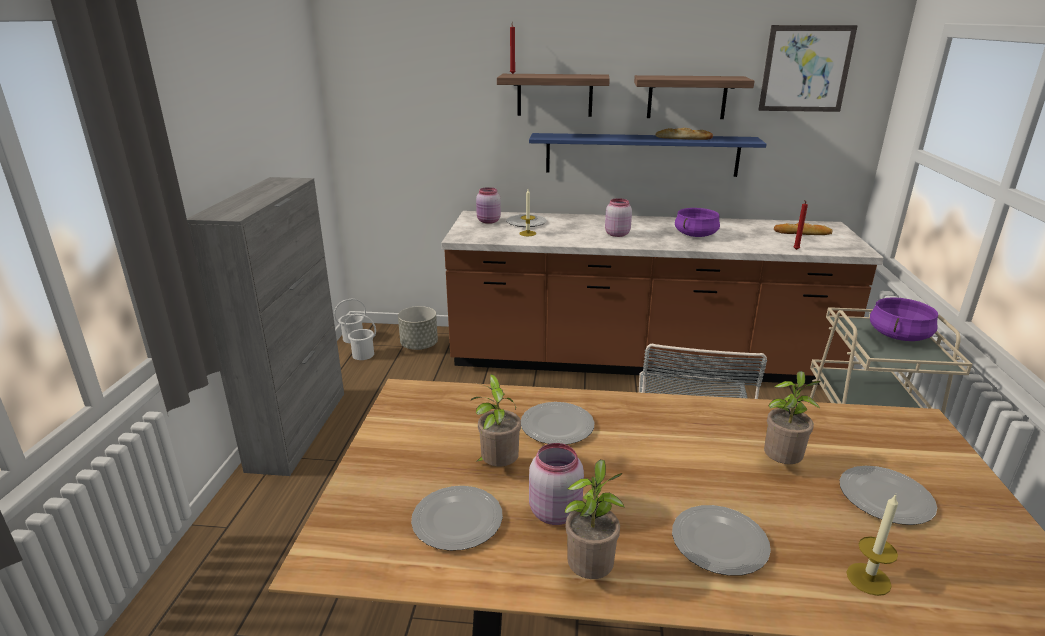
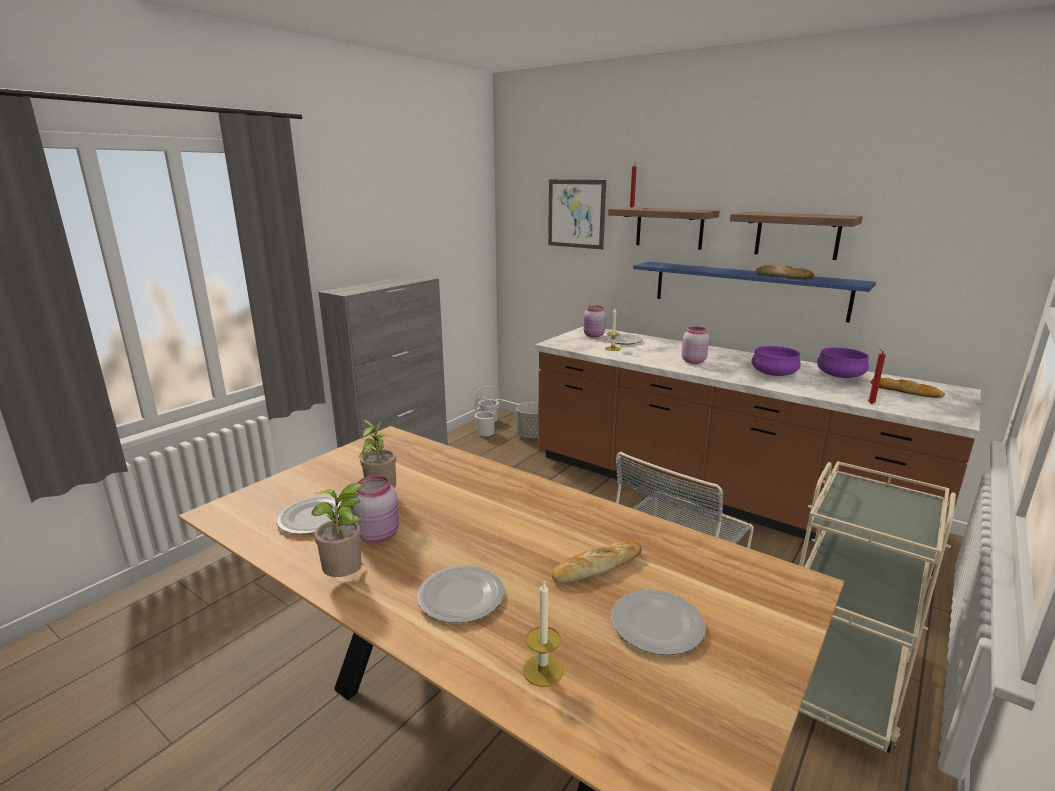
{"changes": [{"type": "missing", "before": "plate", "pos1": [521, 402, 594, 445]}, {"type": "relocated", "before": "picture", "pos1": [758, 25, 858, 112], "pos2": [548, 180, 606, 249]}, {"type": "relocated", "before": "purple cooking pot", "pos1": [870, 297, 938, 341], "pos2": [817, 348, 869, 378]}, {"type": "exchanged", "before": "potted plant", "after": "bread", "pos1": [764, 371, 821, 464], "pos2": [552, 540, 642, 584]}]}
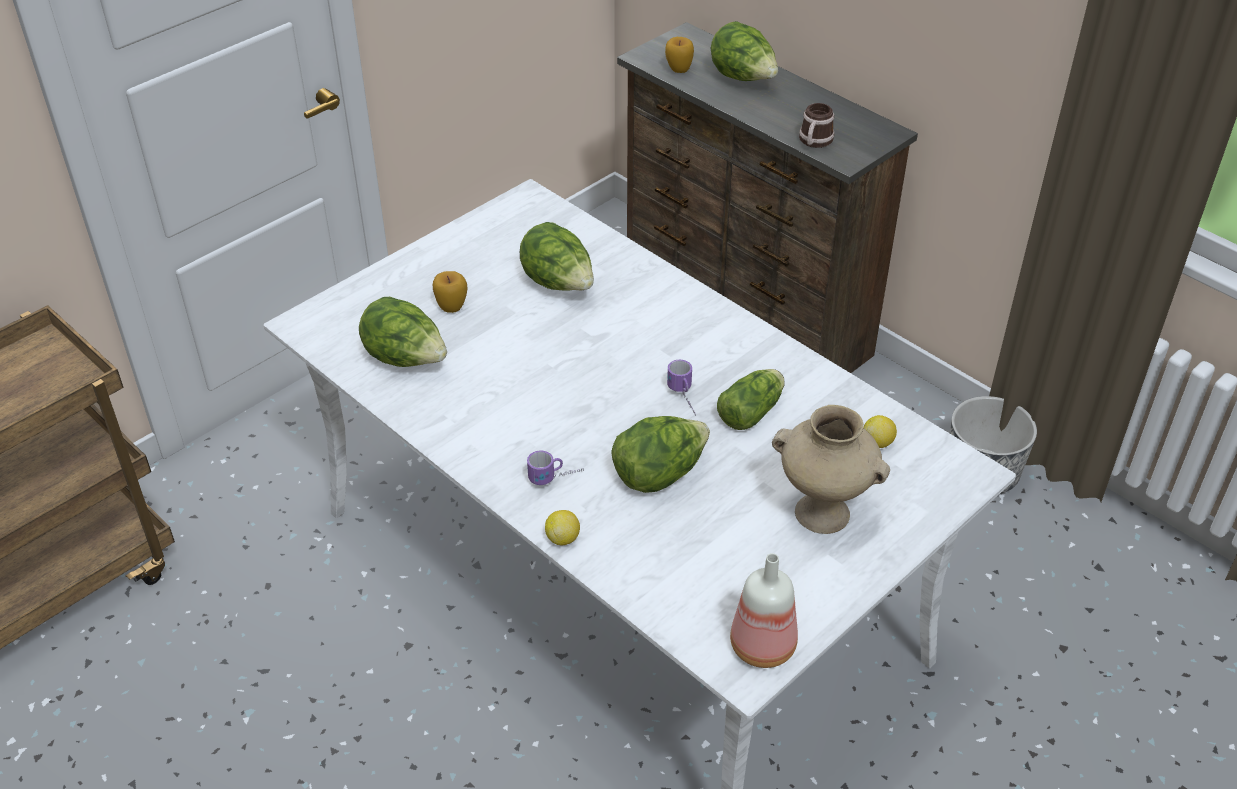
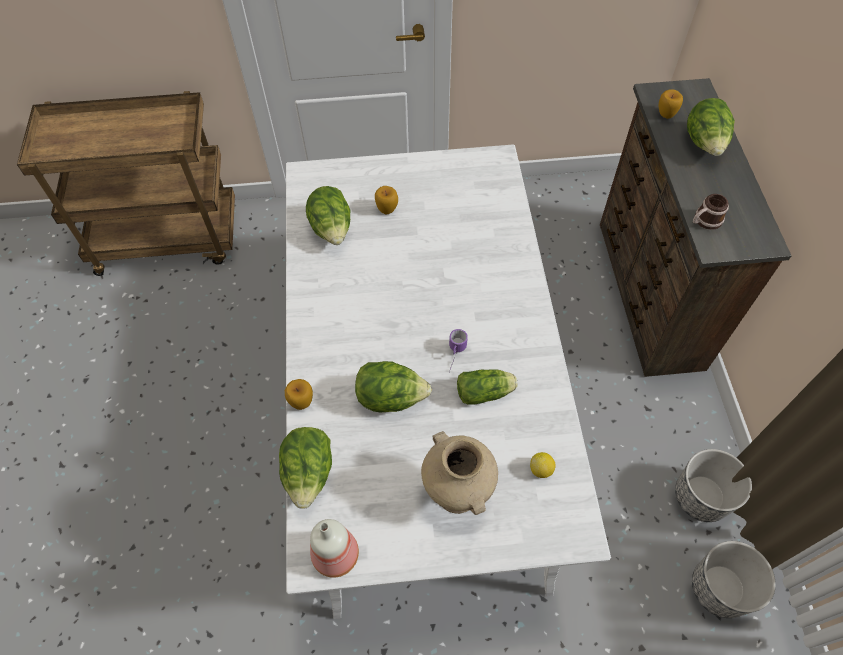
{"changes": [{"type": "missing", "before": "mug", "pos1": [527, 450, 584, 485]}, {"type": "appeared", "after": "planter", "pos2": [692, 541, 776, 618]}, {"type": "relocated", "before": "lettuce", "pos1": [520, 222, 594, 290], "pos2": [279, 427, 332, 509]}, {"type": "exchanged", "before": "lemon", "after": "apple", "pos1": [545, 510, 580, 546], "pos2": [285, 379, 313, 410]}]}
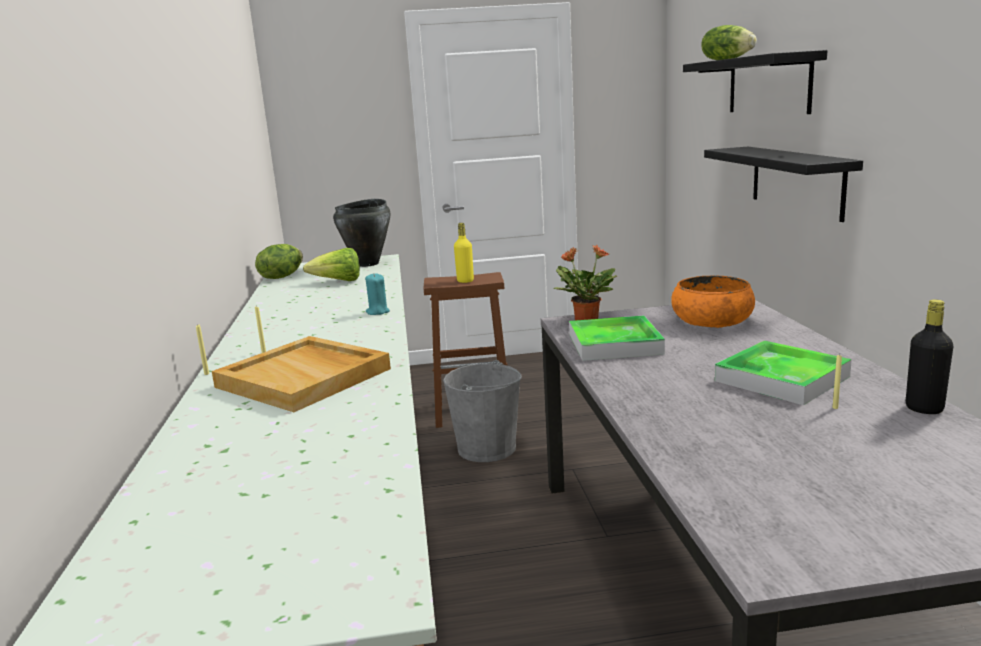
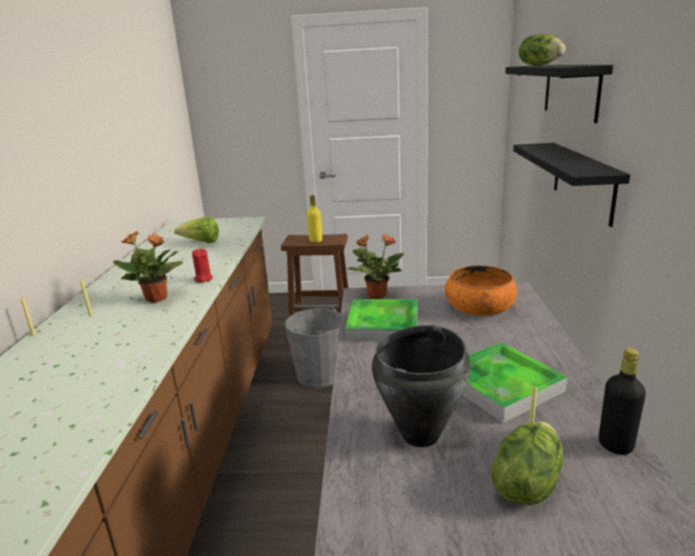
{"changes": [{"type": "missing", "before": "beige tray", "pos1": [212, 336, 391, 412]}, {"type": "appeared", "after": "potted plant", "pos2": [113, 231, 183, 303]}, {"type": "relocated", "before": "lettuce", "pos1": [255, 244, 303, 279], "pos2": [491, 421, 563, 505]}, {"type": "relocated", "before": "black cooking pot", "pos1": [333, 199, 391, 267], "pos2": [372, 325, 471, 447]}, {"type": "colour", "before": "turquoise candle", "after": "red candle", "pos1": [365, 273, 390, 315], "pos2": [192, 249, 213, 282]}]}
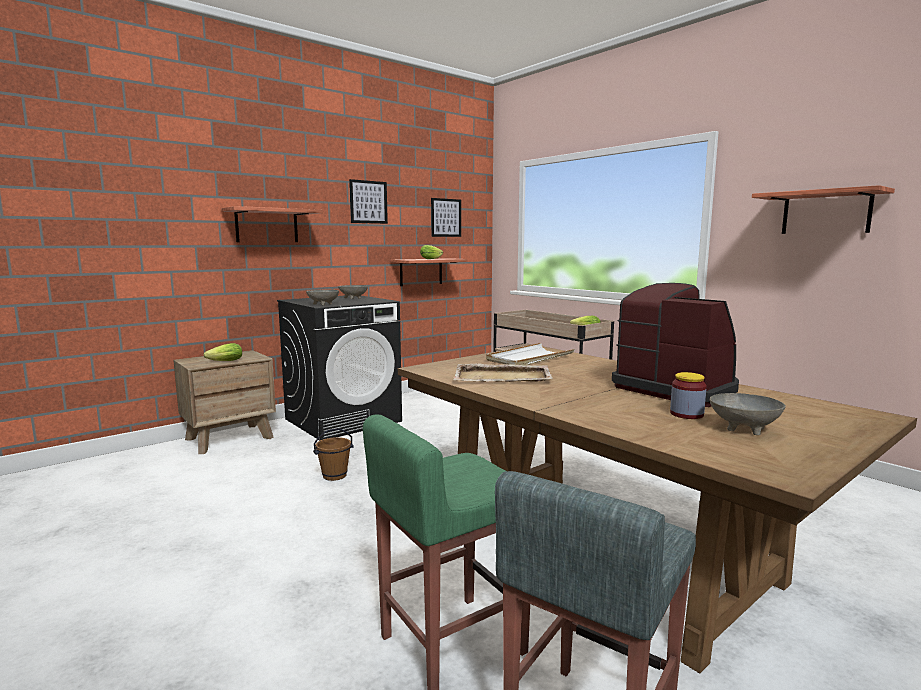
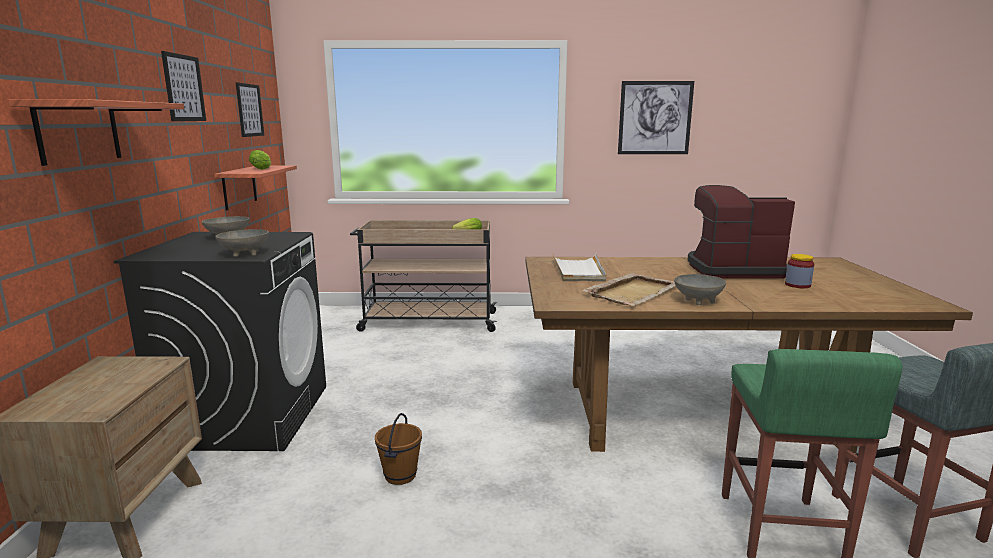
{"changes": [{"type": "missing", "before": "lettuce", "pos1": [204, 343, 242, 361]}, {"type": "relocated", "before": "grey bowl", "pos1": [710, 393, 786, 435], "pos2": [674, 274, 727, 305]}, {"type": "exchanged", "before": "shelf", "after": "picture", "pos1": [752, 185, 895, 234], "pos2": [618, 81, 694, 154]}]}
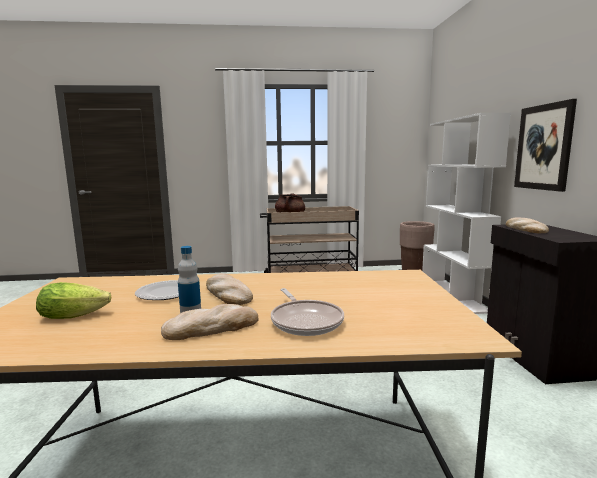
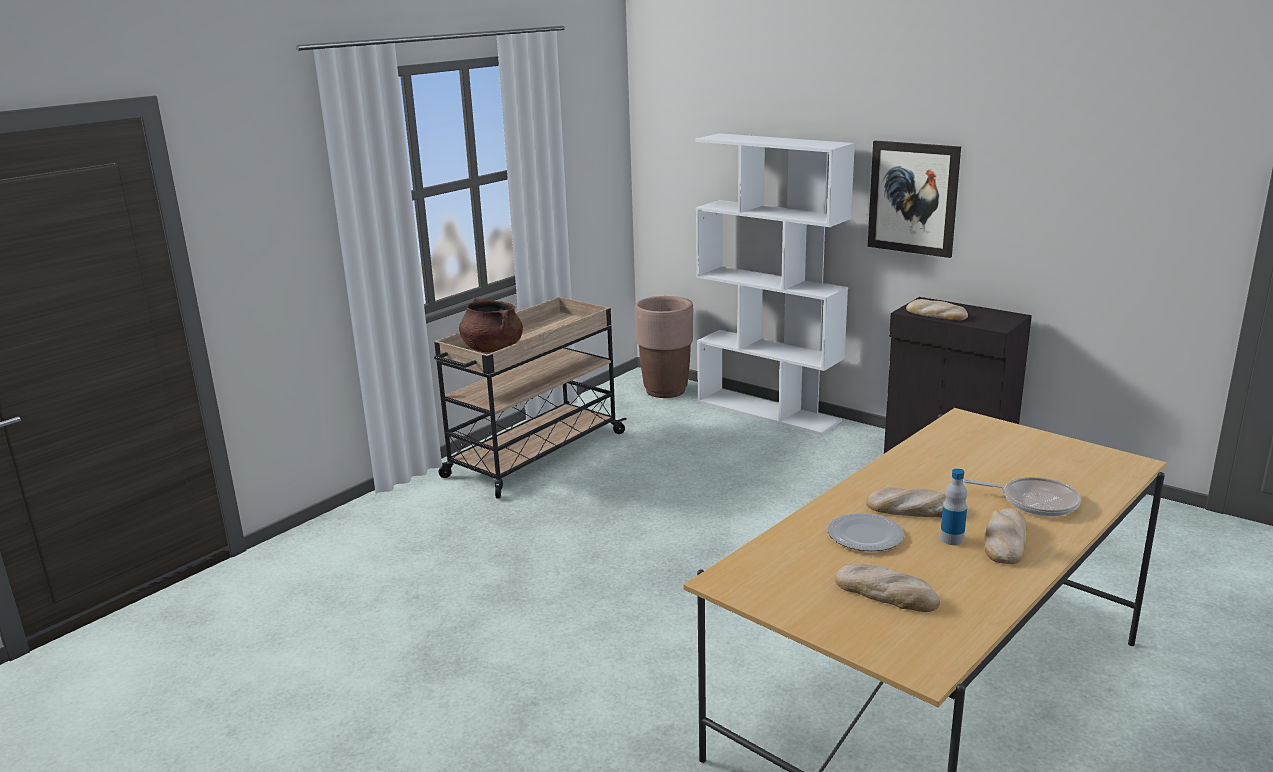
{"changes": [{"type": "exchanged", "before": "lettuce", "after": "bread", "pos1": [36, 282, 111, 319], "pos2": [835, 564, 940, 612]}]}
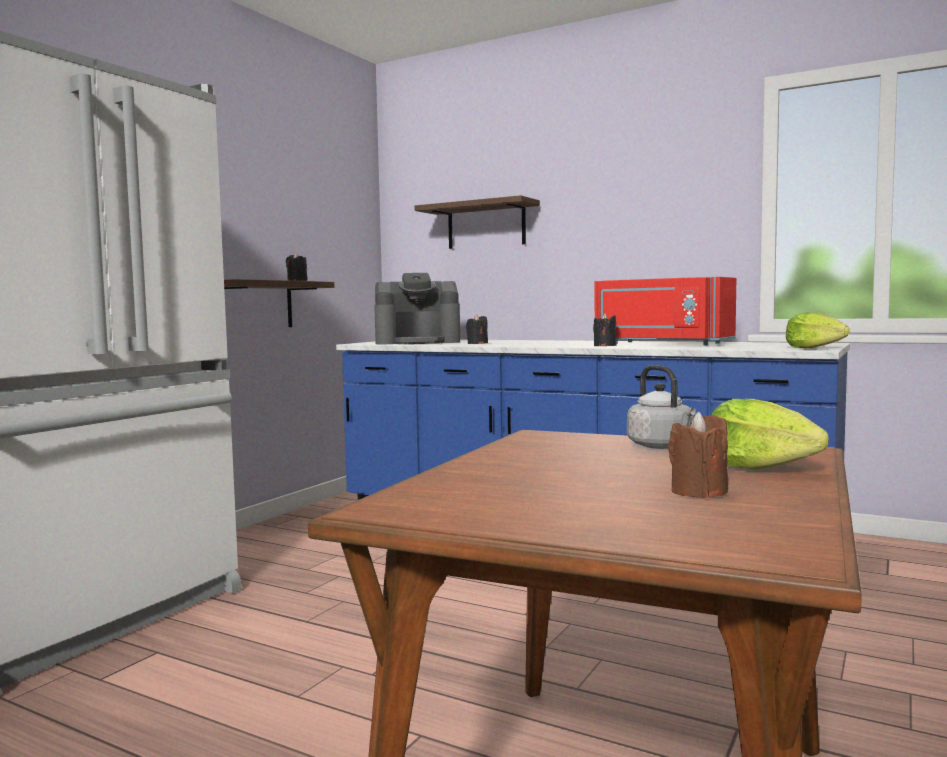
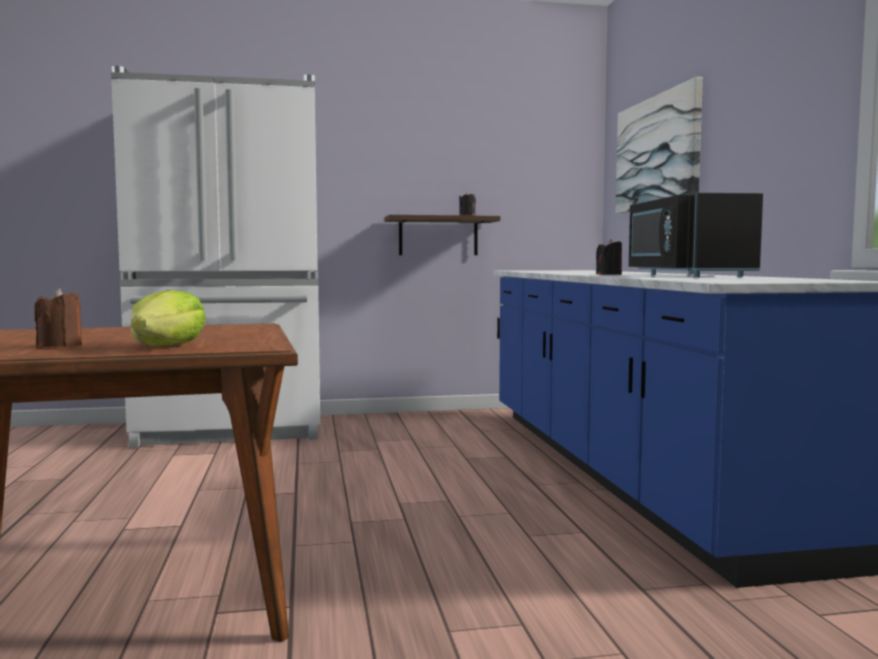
{"changes": [{"type": "missing", "before": "coffee machine", "pos1": [374, 273, 460, 344]}, {"type": "missing", "before": "black candle", "pos1": [466, 314, 488, 344]}, {"type": "missing", "before": "grey kettle", "pos1": [627, 365, 696, 449]}, {"type": "missing", "before": "lettuce", "pos1": [786, 312, 850, 348]}, {"type": "exchanged", "before": "shelf", "after": "picture", "pos1": [414, 195, 540, 249], "pos2": [616, 77, 703, 213]}, {"type": "colour", "before": "red microwave", "after": "black microwave", "pos1": [595, 277, 736, 345], "pos2": [629, 193, 763, 277]}]}
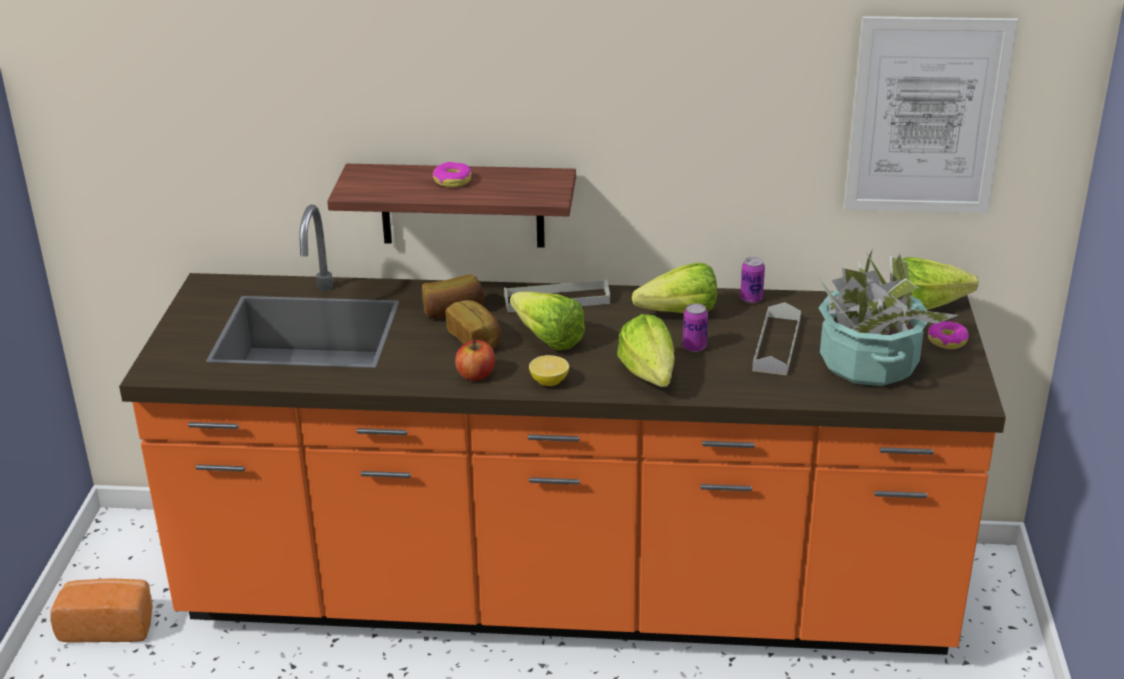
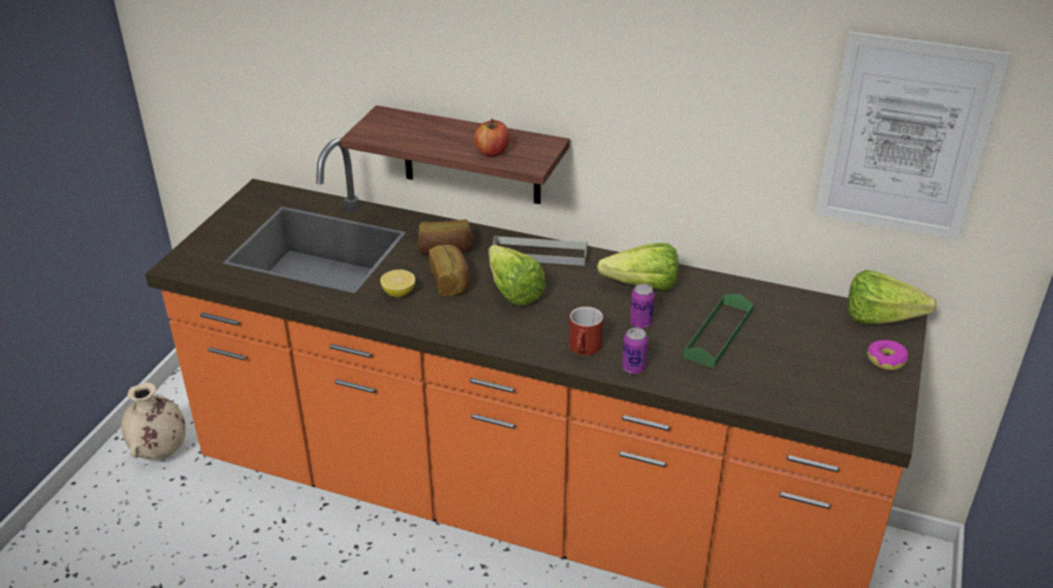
{"changes": [{"type": "missing", "before": "donut", "pos1": [433, 162, 472, 187]}, {"type": "missing", "before": "potted plant", "pos1": [818, 249, 958, 386]}, {"type": "relocated", "before": "apple", "pos1": [455, 339, 495, 381], "pos2": [474, 119, 510, 156]}, {"type": "relocated", "before": "lemon", "pos1": [529, 355, 569, 386], "pos2": [380, 269, 415, 297]}, {"type": "relocated", "before": "can", "pos1": [740, 257, 765, 303], "pos2": [622, 327, 648, 374]}, {"type": "exchanged", "before": "bread", "after": "beige vase", "pos1": [50, 579, 153, 642], "pos2": [121, 382, 186, 460]}, {"type": "exchanged", "before": "lettuce", "after": "red mug", "pos1": [617, 314, 675, 387], "pos2": [569, 306, 603, 356]}, {"type": "colour", "before": "grey tray", "after": "green tray", "pos1": [752, 302, 801, 375], "pos2": [683, 294, 753, 368]}]}
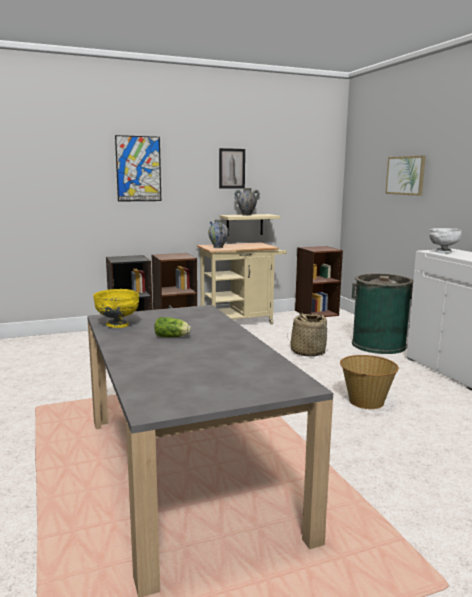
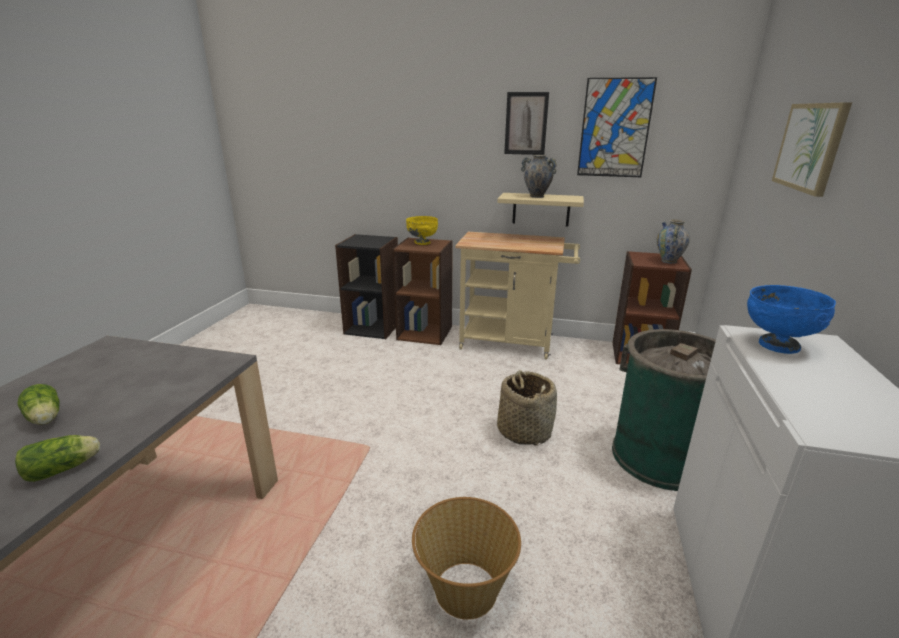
{"changes": [{"type": "appeared", "after": "lettuce", "pos2": [15, 435, 100, 482]}, {"type": "relocated", "before": "yellow bowl", "pos1": [93, 289, 139, 328], "pos2": [406, 216, 438, 245]}, {"type": "relocated", "before": "picture", "pos1": [115, 135, 161, 202], "pos2": [577, 77, 657, 177]}, {"type": "relocated", "before": "vase", "pos1": [208, 219, 228, 248], "pos2": [657, 219, 690, 264]}, {"type": "colour", "before": "white bowl", "after": "blue bowl", "pos1": [430, 228, 462, 253], "pos2": [747, 285, 836, 354]}]}
